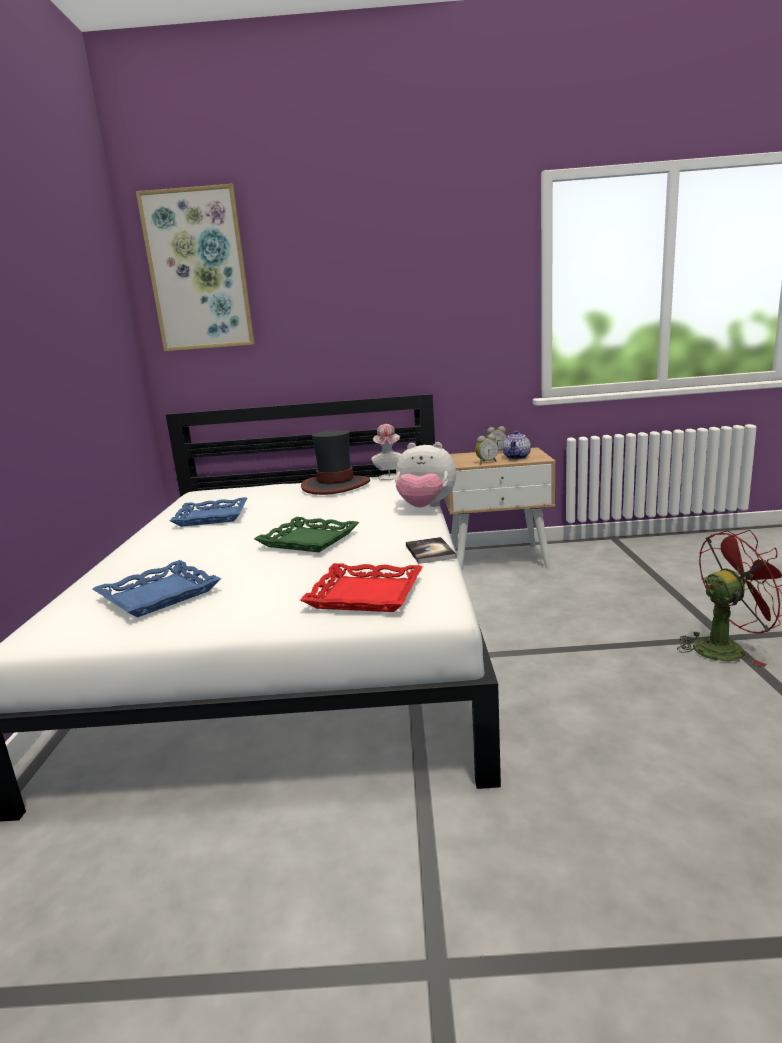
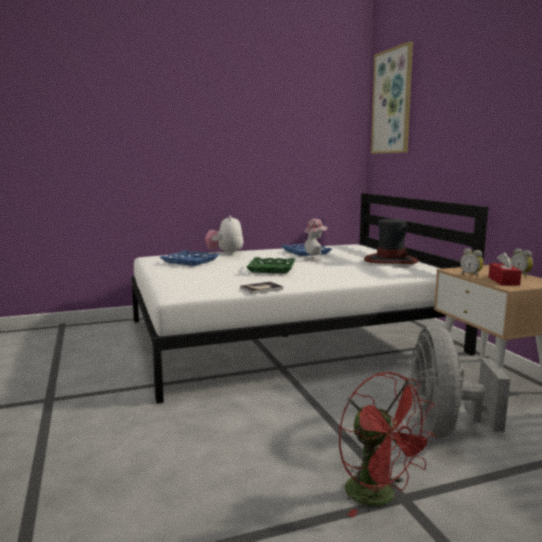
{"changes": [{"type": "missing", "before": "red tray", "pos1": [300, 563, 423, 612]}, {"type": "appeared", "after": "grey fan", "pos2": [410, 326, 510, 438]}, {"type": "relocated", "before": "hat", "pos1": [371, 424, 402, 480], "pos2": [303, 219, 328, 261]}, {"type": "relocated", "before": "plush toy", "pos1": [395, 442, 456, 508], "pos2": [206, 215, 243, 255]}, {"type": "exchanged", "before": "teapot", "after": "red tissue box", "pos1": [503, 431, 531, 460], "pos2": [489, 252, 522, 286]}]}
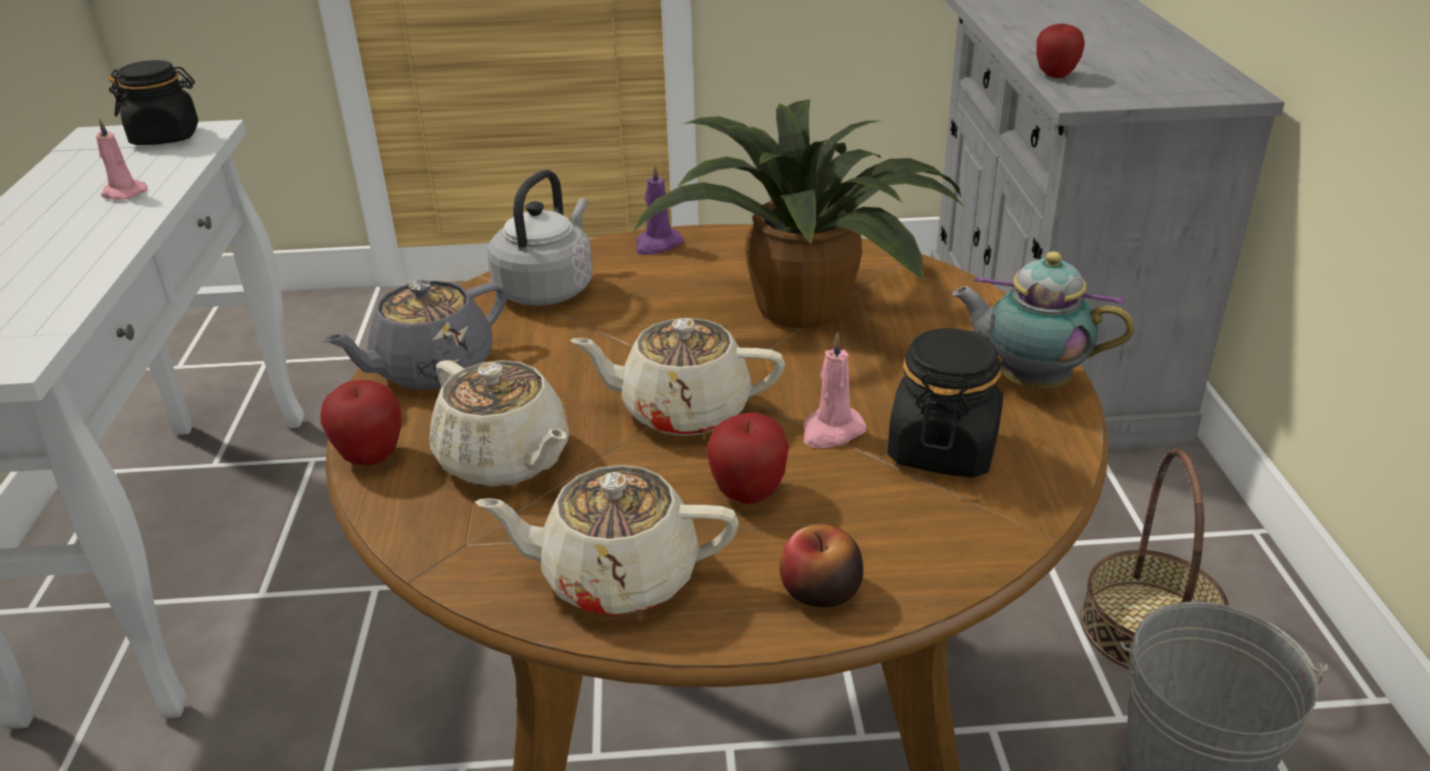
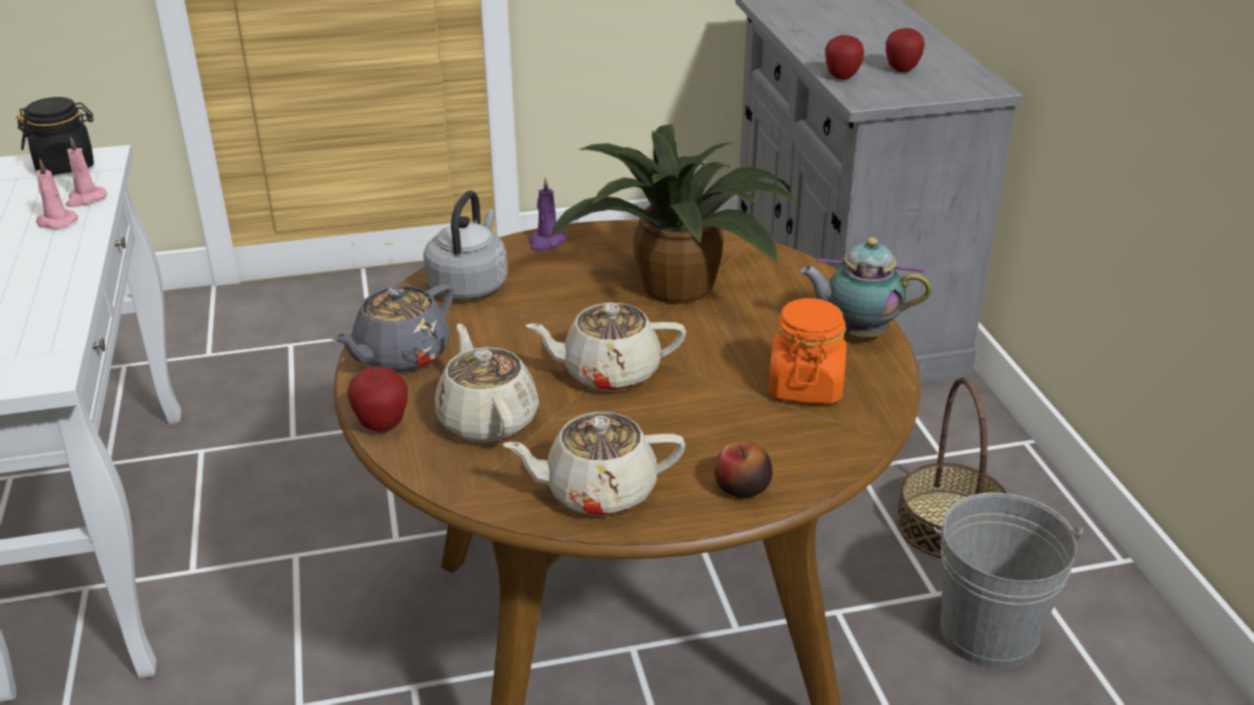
{"changes": [{"type": "relocated", "before": "apple", "pos1": [706, 413, 789, 504], "pos2": [886, 28, 925, 72]}, {"type": "relocated", "before": "pink candle", "pos1": [803, 332, 867, 448], "pos2": [66, 137, 107, 207]}, {"type": "colour", "before": "black jar", "after": "orange jar", "pos1": [887, 328, 1003, 478], "pos2": [768, 298, 847, 404]}, {"type": "spun", "before": "beige teapot", "pos1": [430, 360, 569, 487], "pos2": [434, 324, 539, 442], "turn": -150}]}
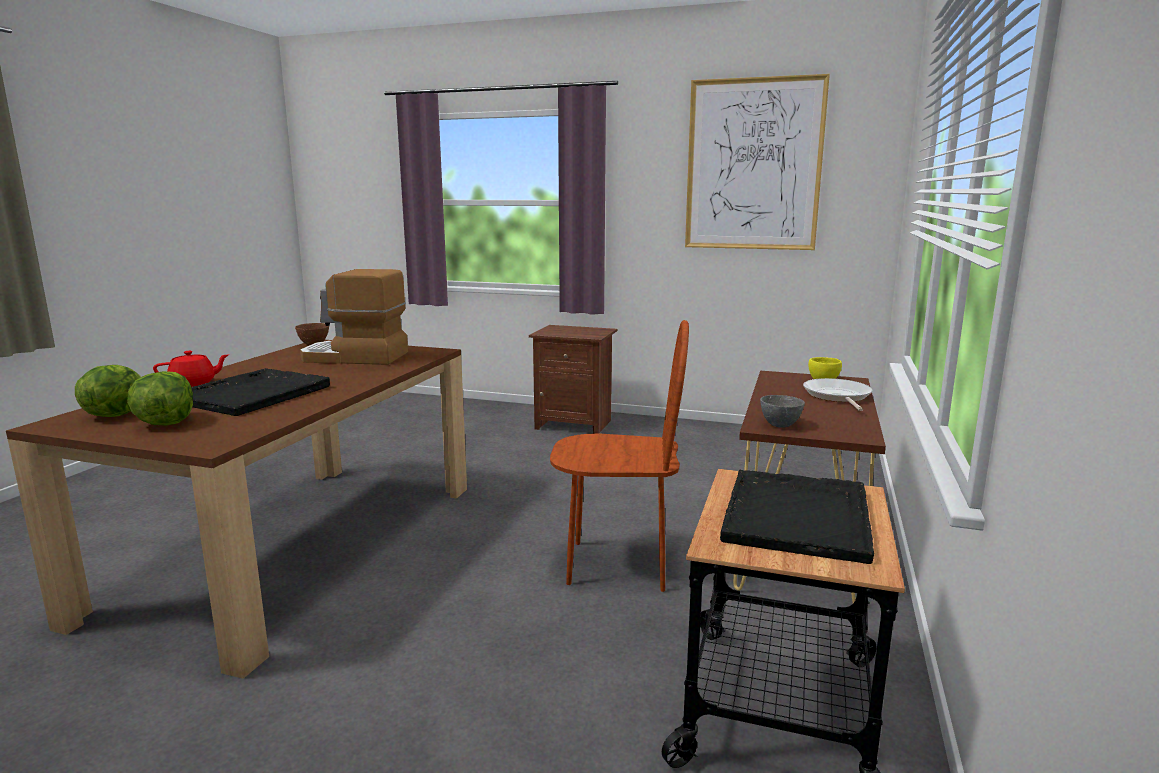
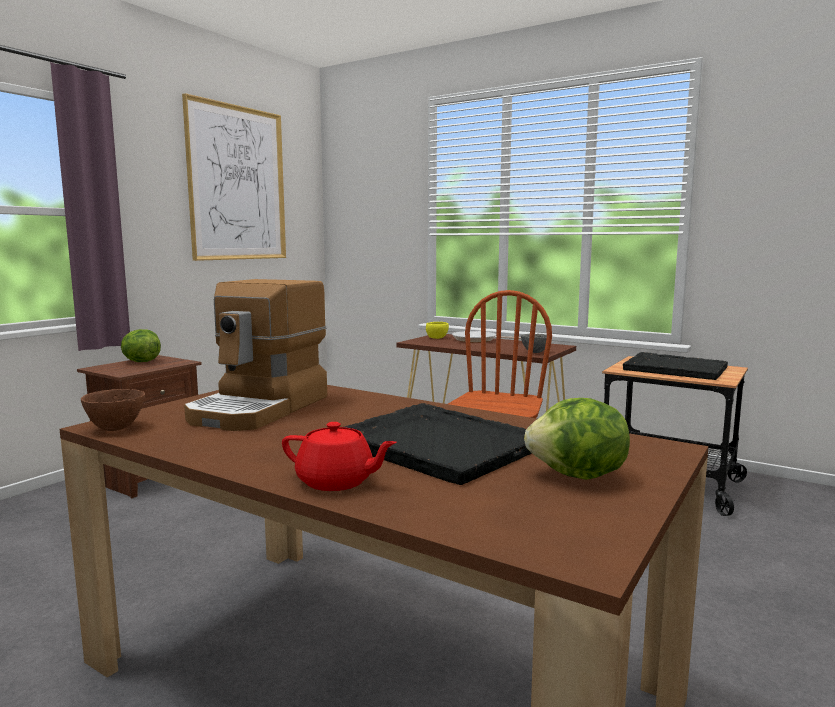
{"changes": [{"type": "relocated", "before": "lettuce", "pos1": [75, 365, 142, 417], "pos2": [121, 329, 161, 362]}, {"type": "spun", "before": "red teapot", "pos1": [153, 351, 230, 387], "pos2": [282, 422, 397, 491], "turn": 120}]}
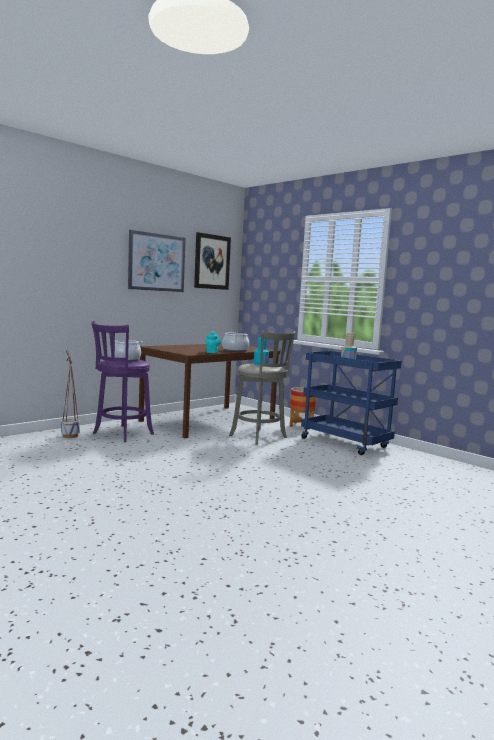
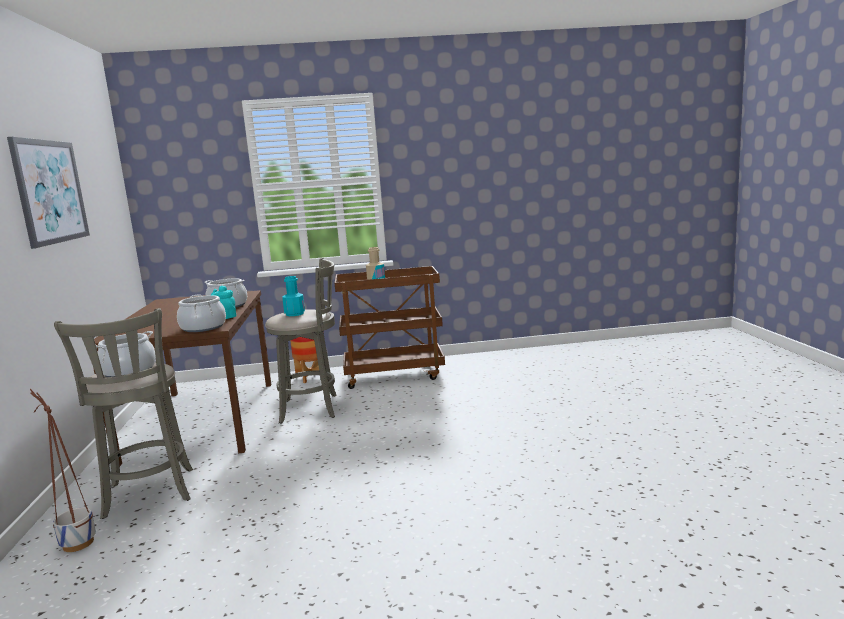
{"changes": [{"type": "missing", "before": "picture", "pos1": [194, 232, 231, 290]}, {"type": "appeared", "after": "cooking pot", "pos2": [177, 294, 226, 332]}, {"type": "colour", "before": "purple stool", "after": "grey stool", "pos1": [91, 321, 154, 442], "pos2": [54, 308, 193, 519]}, {"type": "colour", "before": "blue cart", "after": "brown cart", "pos1": [301, 351, 401, 455], "pos2": [335, 266, 445, 389]}]}
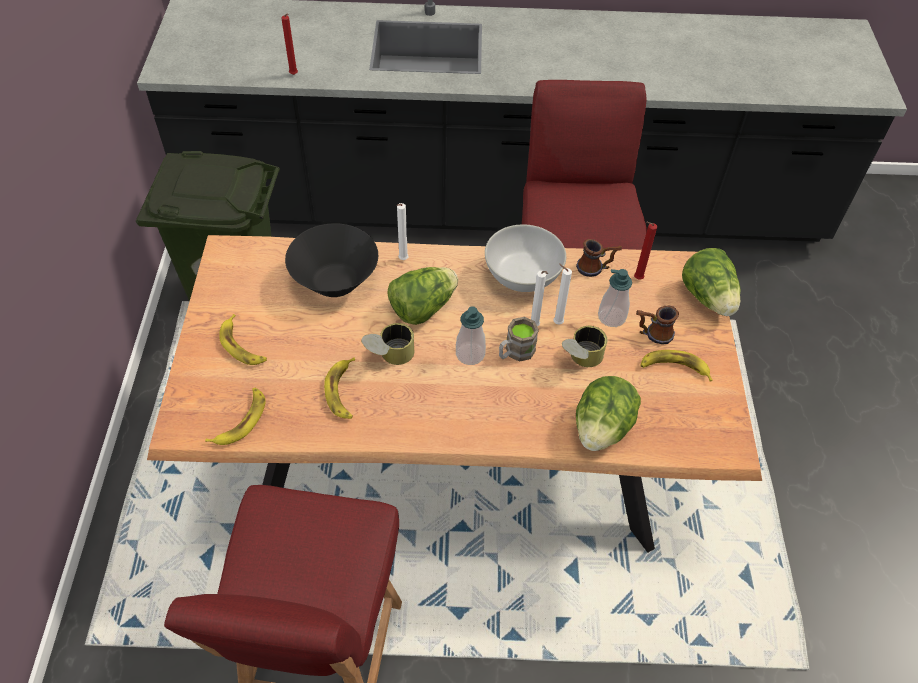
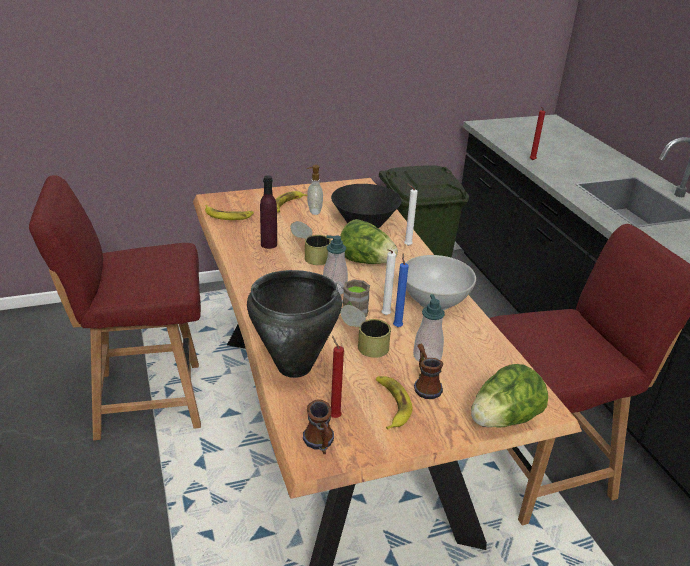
{"changes": [{"type": "appeared", "after": "soap dispenser", "pos2": [306, 165, 323, 215]}, {"type": "relocated", "before": "mug", "pos1": [576, 239, 622, 277], "pos2": [303, 399, 334, 454]}, {"type": "relocated", "before": "red candle", "pos1": [634, 222, 657, 280], "pos2": [331, 336, 344, 418]}, {"type": "exchanged", "before": "banana", "after": "purple bottle", "pos1": [324, 358, 355, 419], "pos2": [260, 175, 277, 249]}, {"type": "exchanged", "before": "lettuce", "after": "black cooking pot", "pos1": [576, 376, 641, 451], "pos2": [247, 270, 342, 378]}, {"type": "colour", "before": "white candle", "after": "blue candle", "pos1": [554, 264, 572, 324], "pos2": [393, 253, 409, 327]}]}
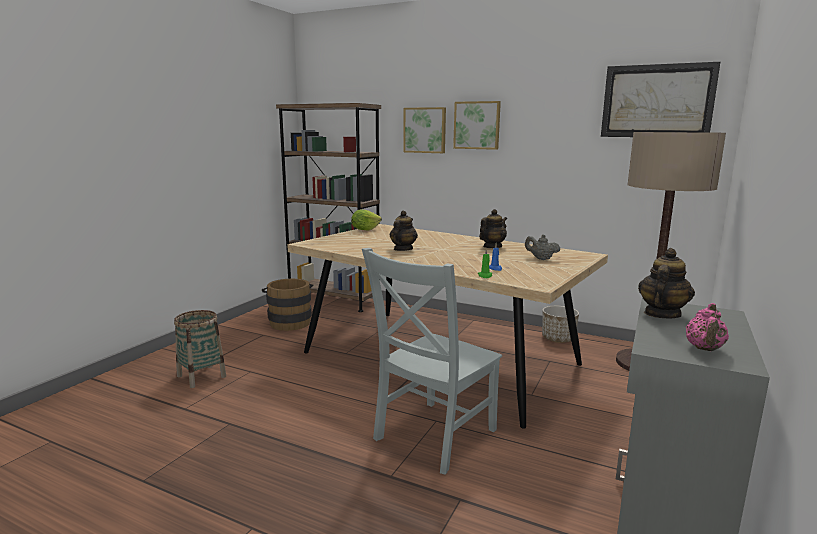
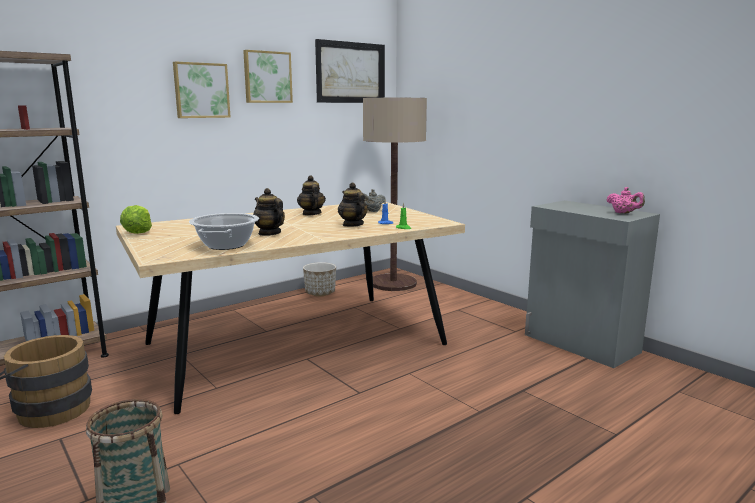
{"changes": [{"type": "missing", "before": "grey chair", "pos1": [362, 248, 502, 475]}, {"type": "appeared", "after": "cooking pot", "pos2": [189, 213, 259, 250]}, {"type": "relocated", "before": "picture", "pos1": [403, 107, 446, 153], "pos2": [243, 50, 293, 103]}, {"type": "relocated", "before": "teapot", "pos1": [638, 248, 695, 319], "pos2": [338, 183, 368, 227]}]}
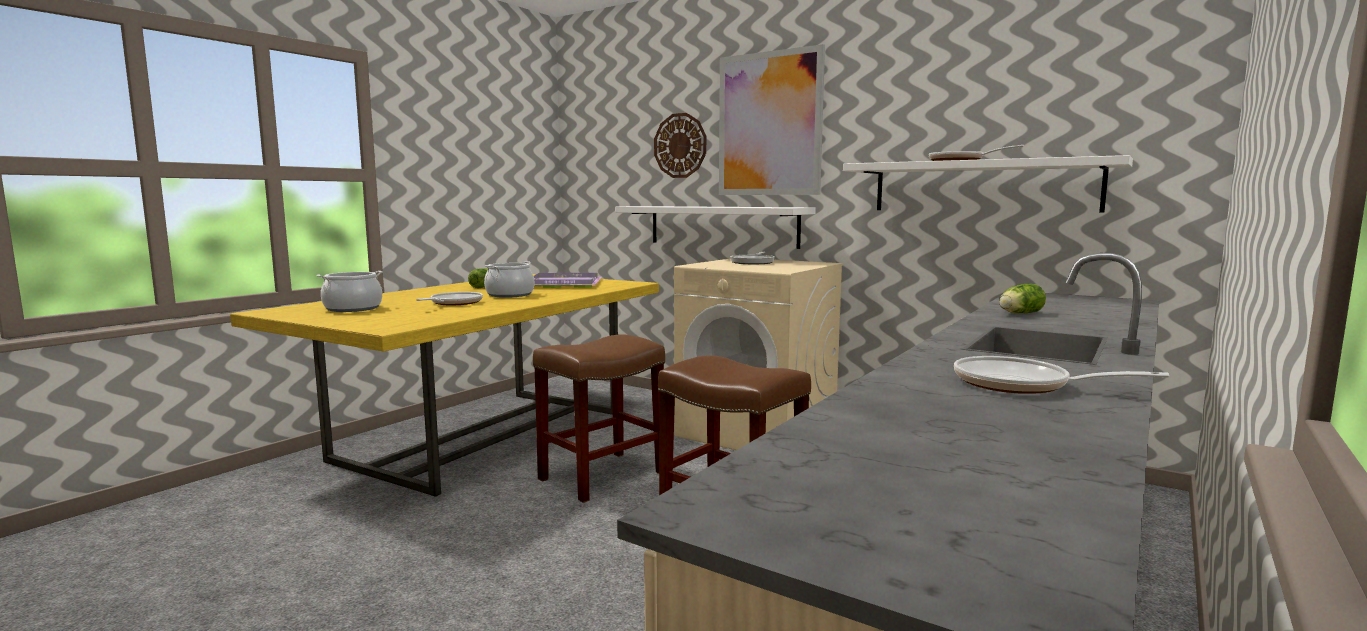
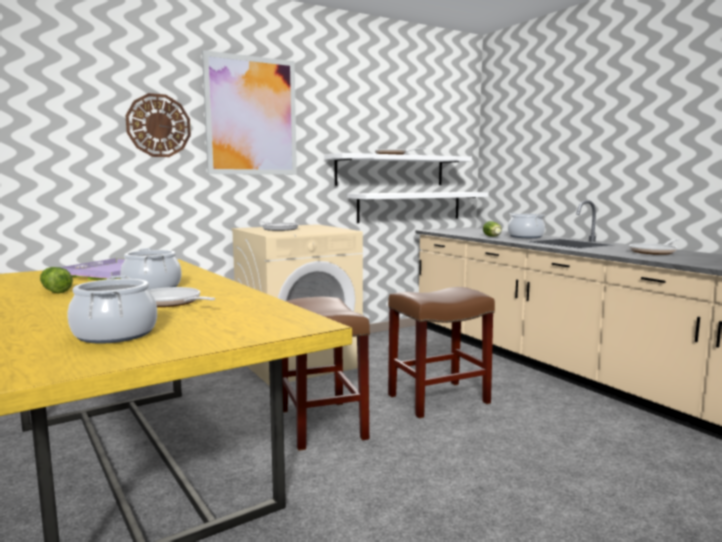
{"changes": [{"type": "appeared", "after": "cooking pot", "pos2": [508, 213, 545, 238]}, {"type": "relocated", "before": "white shelf", "pos1": [615, 206, 816, 249], "pos2": [347, 192, 488, 223]}]}
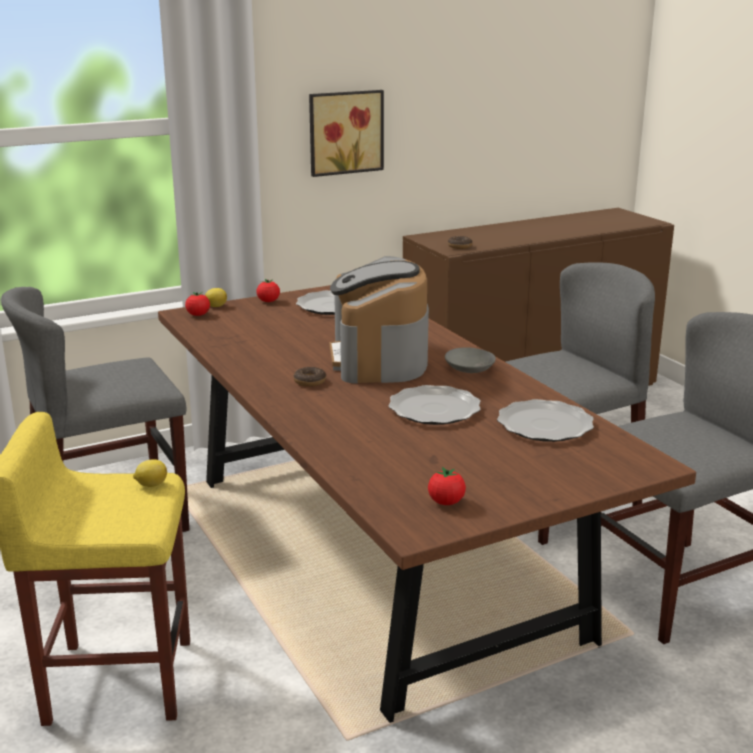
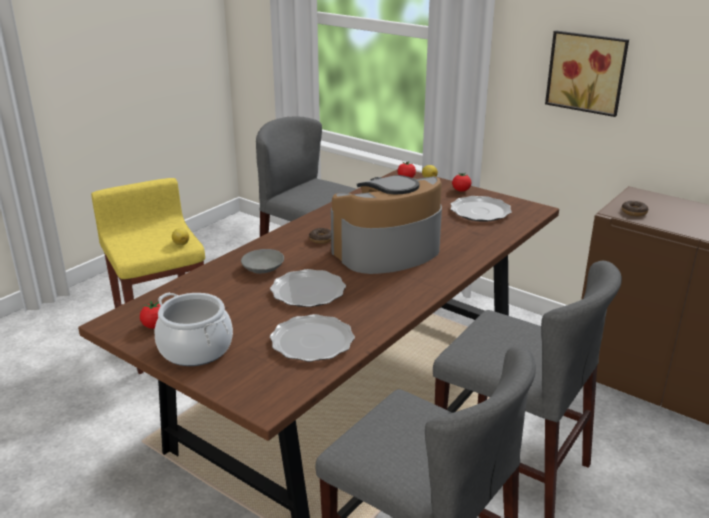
{"changes": [{"type": "appeared", "after": "cooking pot", "pos2": [155, 292, 233, 366]}, {"type": "relocated", "before": "grey bowl", "pos1": [445, 347, 496, 373], "pos2": [241, 249, 284, 274]}]}
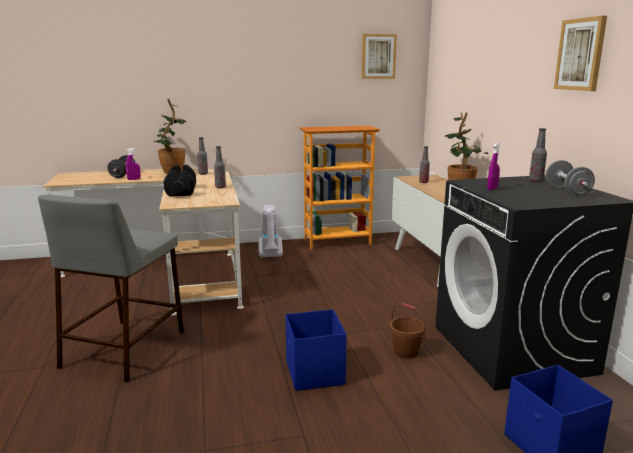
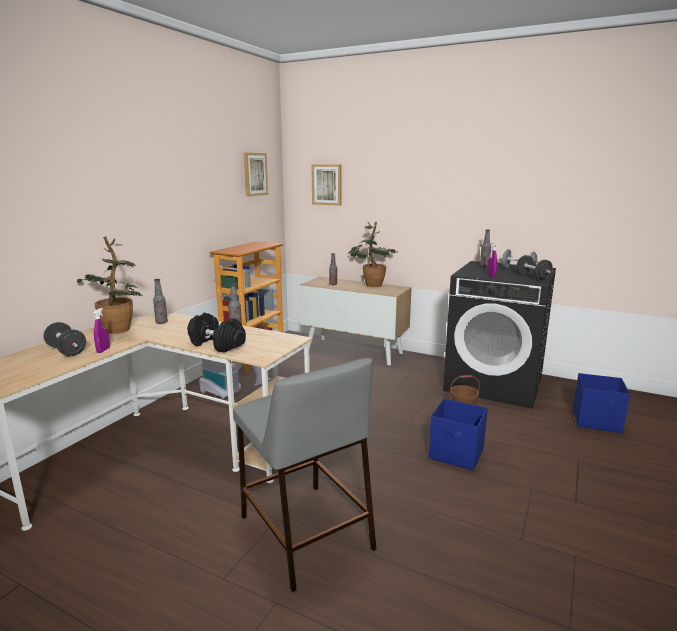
{"changes": [{"type": "appeared", "after": "black dumbbell", "pos2": [516, 255, 553, 281]}, {"type": "relocated", "before": "picture", "pos1": [554, 16, 607, 91], "pos2": [311, 164, 342, 206]}]}
